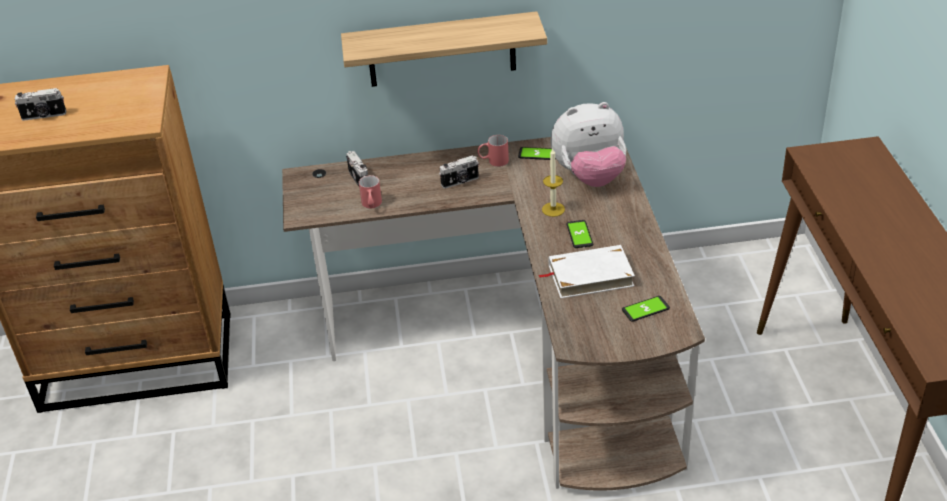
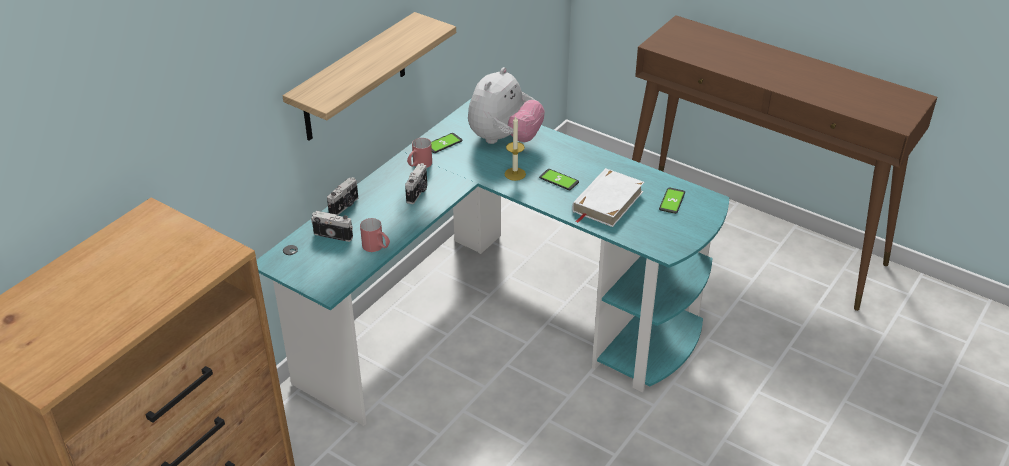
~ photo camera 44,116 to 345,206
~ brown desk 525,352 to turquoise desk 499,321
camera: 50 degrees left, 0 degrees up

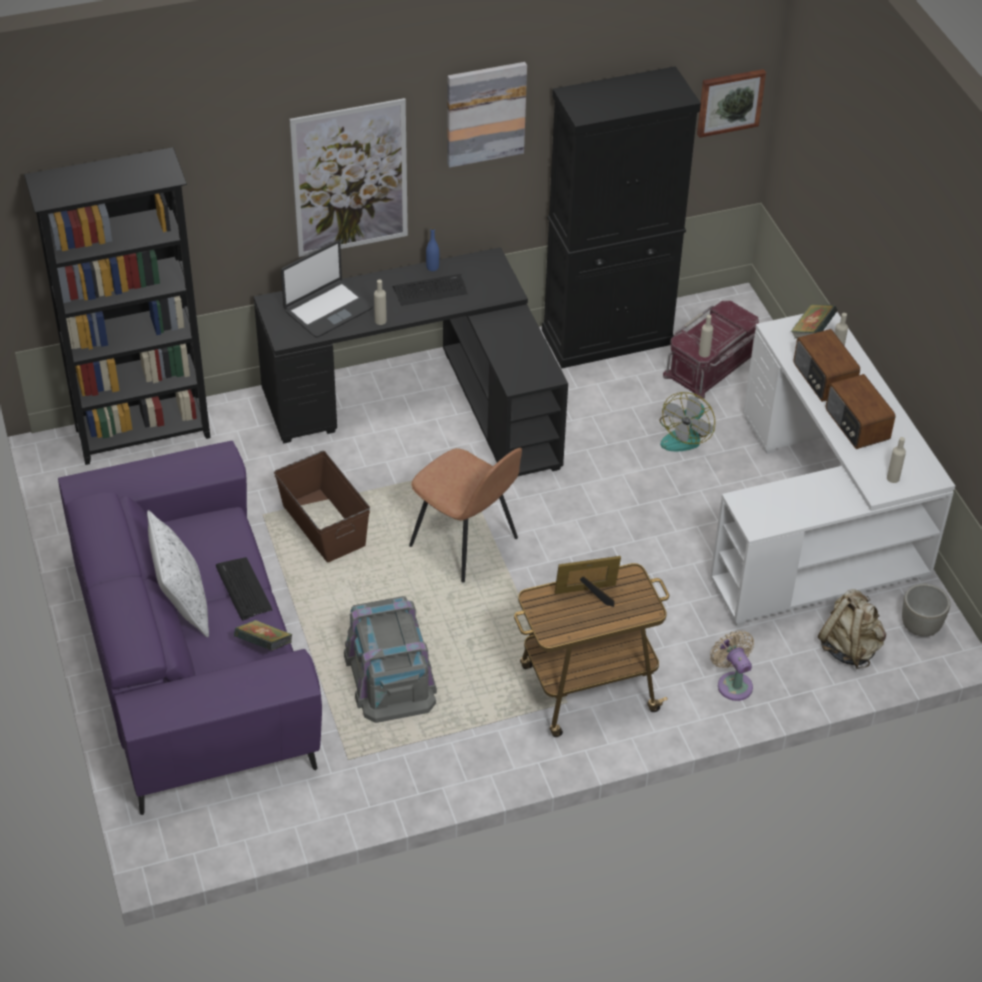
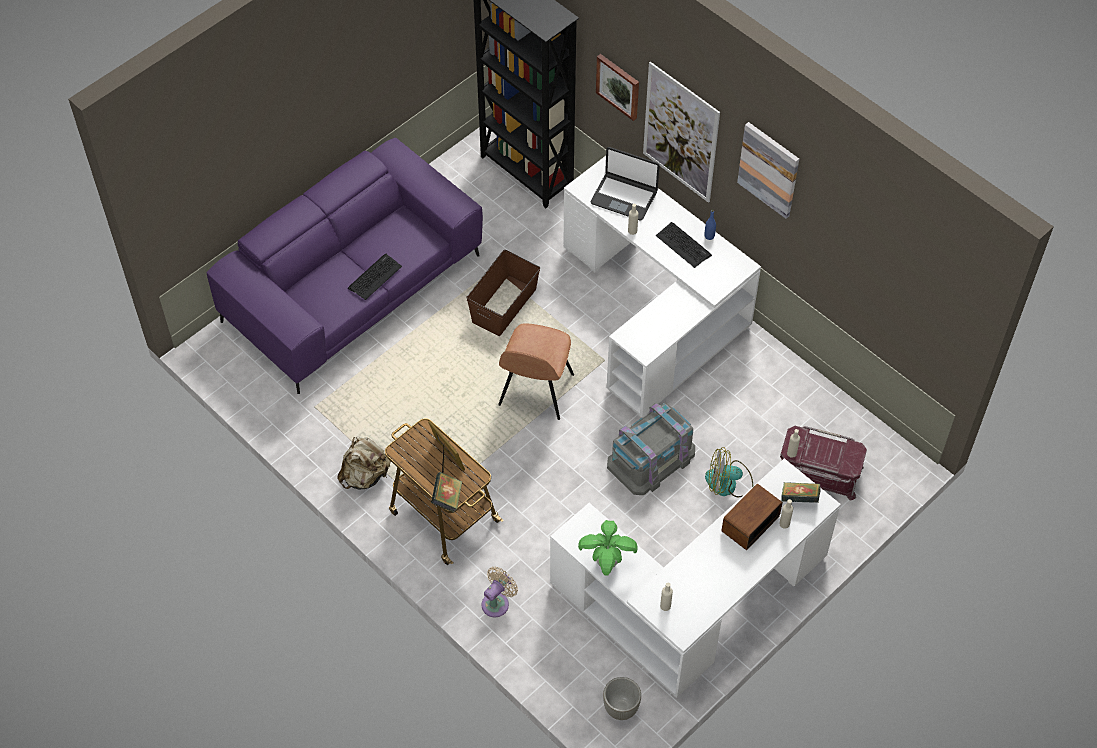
- black cabinet 608,337
~ picture 730,101 to 618,86
~ black desk 425,404 to white desk 656,311
- radio 856,425
- white pillow 182,604
~ beige backpack 849,648 to 365,476
~ grey storage box 389,675 to 650,457
~ book 264,645 to 447,498
+ potted plant 607,562
camera: 65 degrees right, 10 degrees up

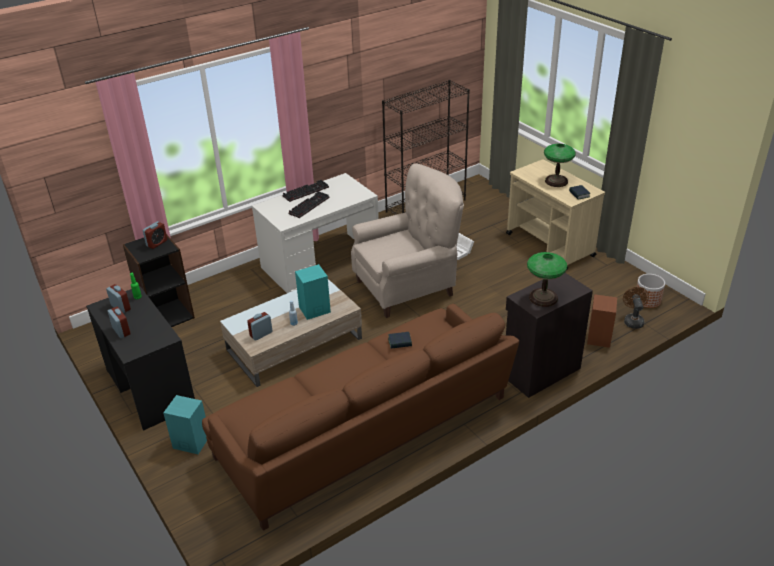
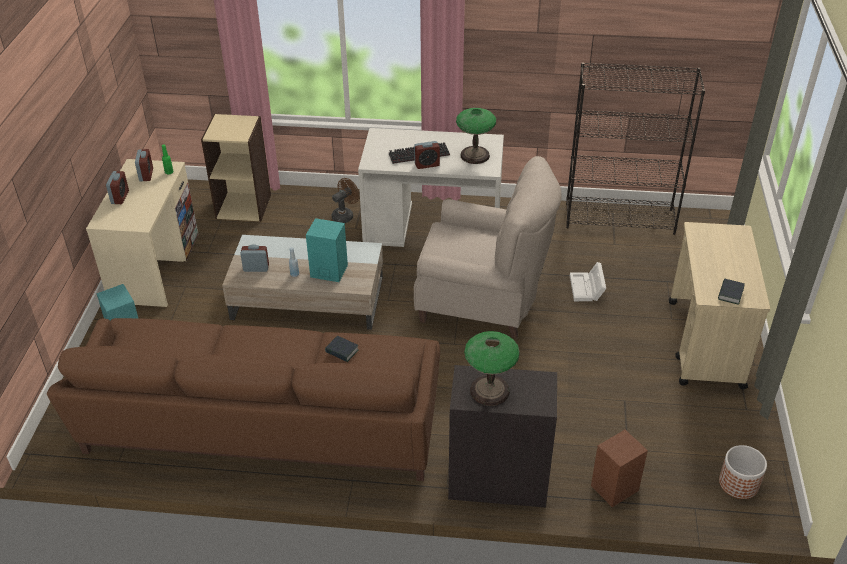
~ table lamp 556,181 to 475,155
- keyboard 306,191
~ alarm clock 157,243 to 427,164
~ black bookcase 167,315 to beige bookcase 244,206
~ black desk 150,388 to beige desk 155,267
~ brown fan 633,320 to 345,215
camera: 40 degrees right, 5 degrees up

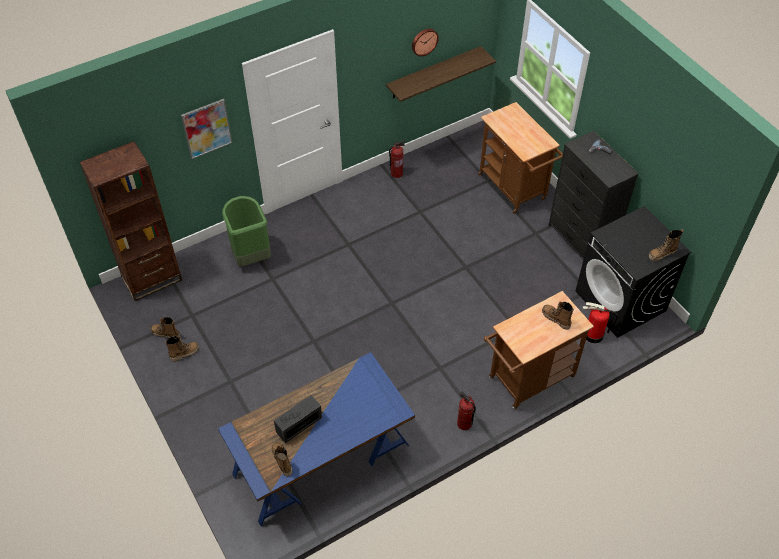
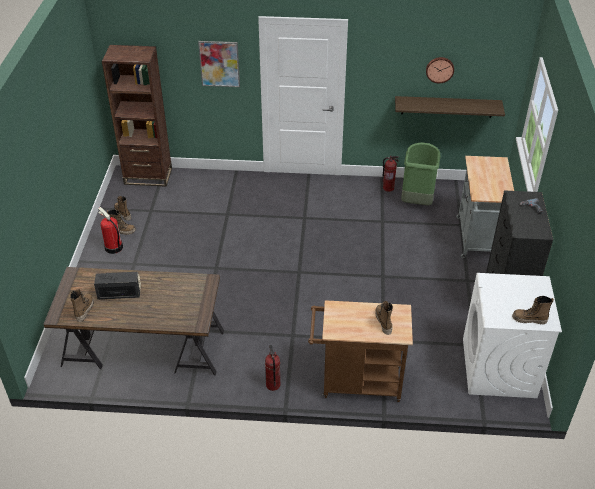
~ brown cart 515,190 to grey cart 479,241
~ green trash can 250,256 to 416,201
~ black washing machine 621,301 to white washing machine 499,368
~ fire extinguisher 593,335 to 113,247
~ blue desk 321,460 to brown desk 143,348
camera: 35 degrees right, 10 degrees down

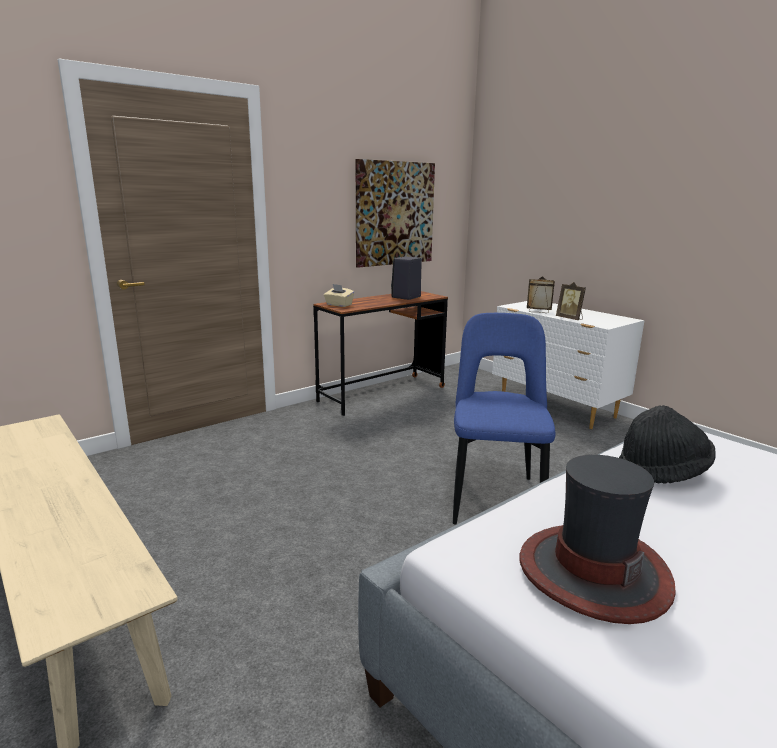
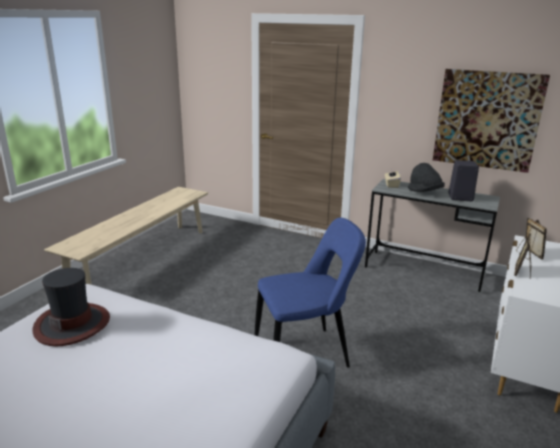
~ brown desk 382,394 to grey desk 423,271
~ black hat 662,472 to 424,192
camera: 65 degrees right, 5 degrees up

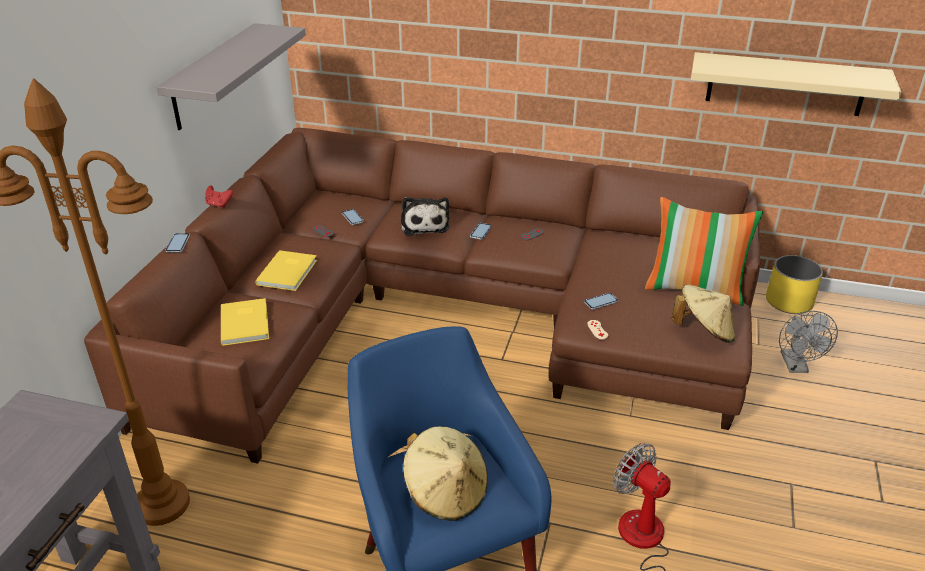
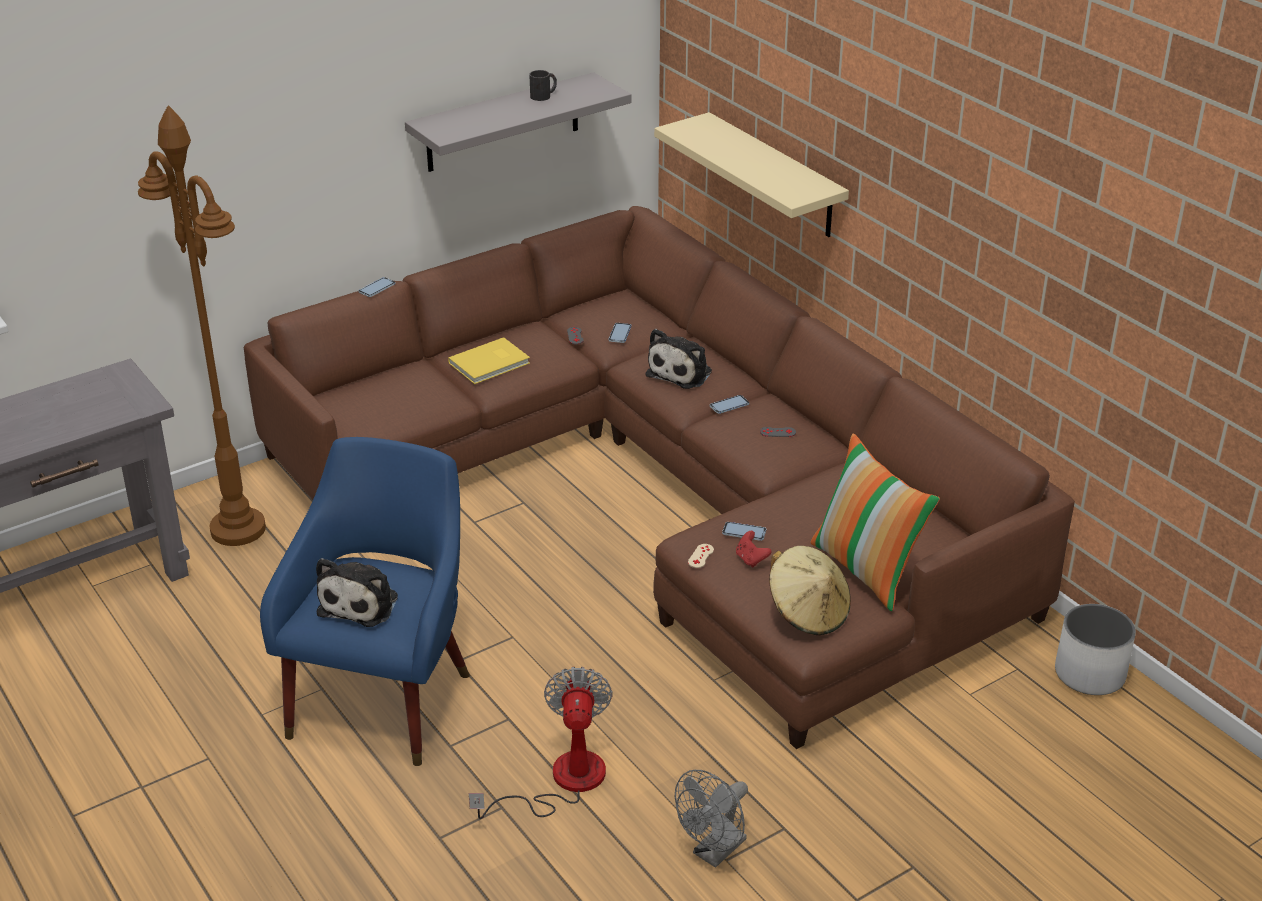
~ beige shelf 785,84 to 774,176
~ red game controller 219,204 to 751,559
~ yellow planter 789,302 to white planter 1090,674
- yellow book 246,323
~ grey fan 796,366 to 714,852
~ beige hat 446,492 to plush toy 361,602
+ black mug 544,95
camera: 40 degrees right, 0 degrees up

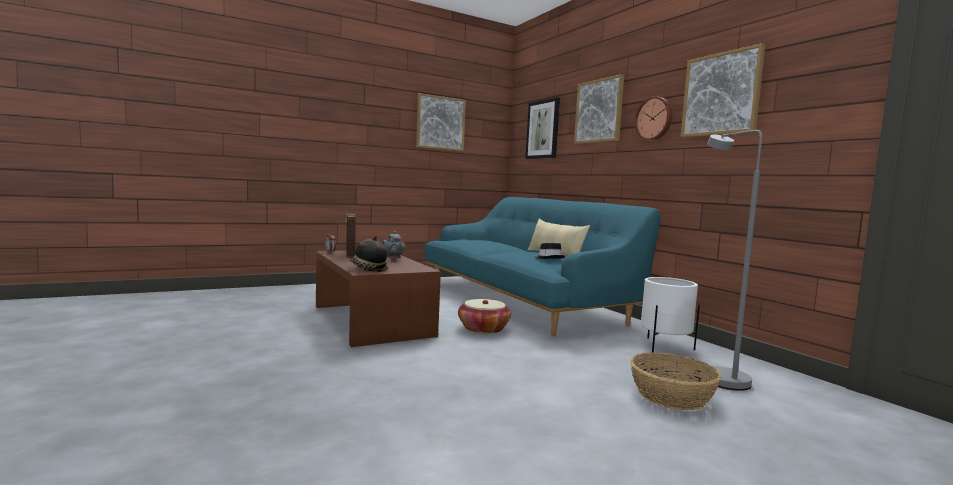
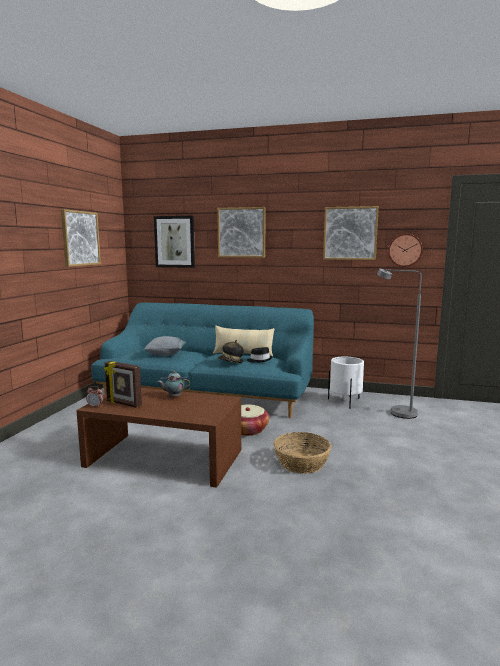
~ wall clock 654,119 to 404,250
~ hat 368,269 to 230,362
~ basket 671,396 to 301,462
+ grey pillow 165,355
camera: 45 degrees left, 5 degrees up

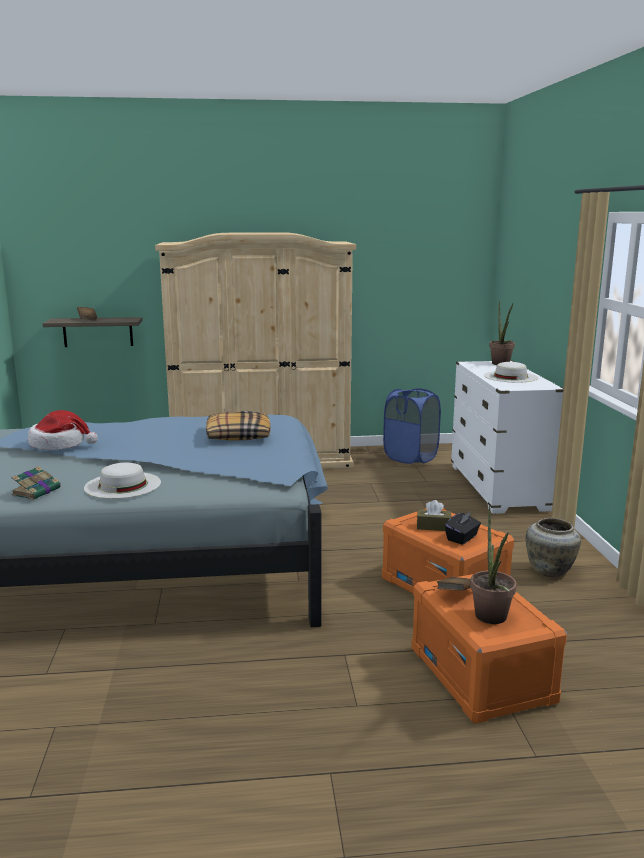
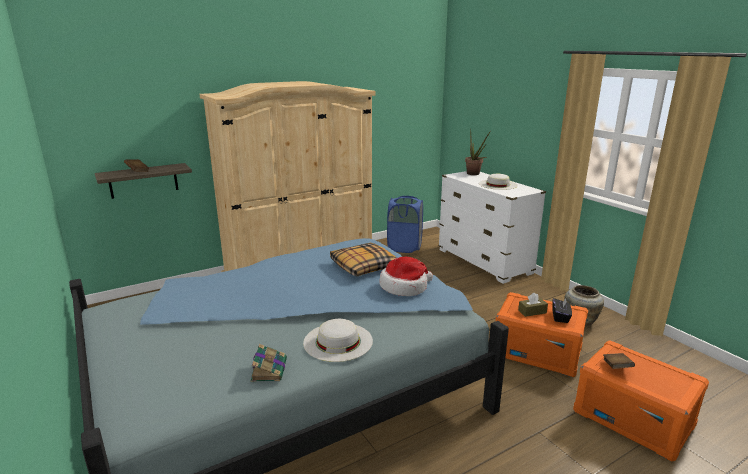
~ hat 59,444 to 404,287
- potted plant 491,620
camera: 25 degrees left, 5 degrees up

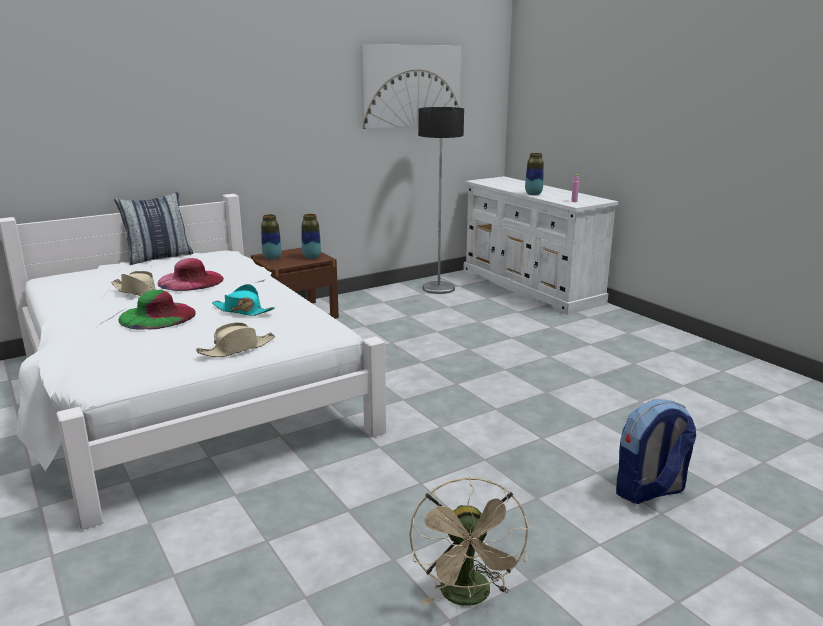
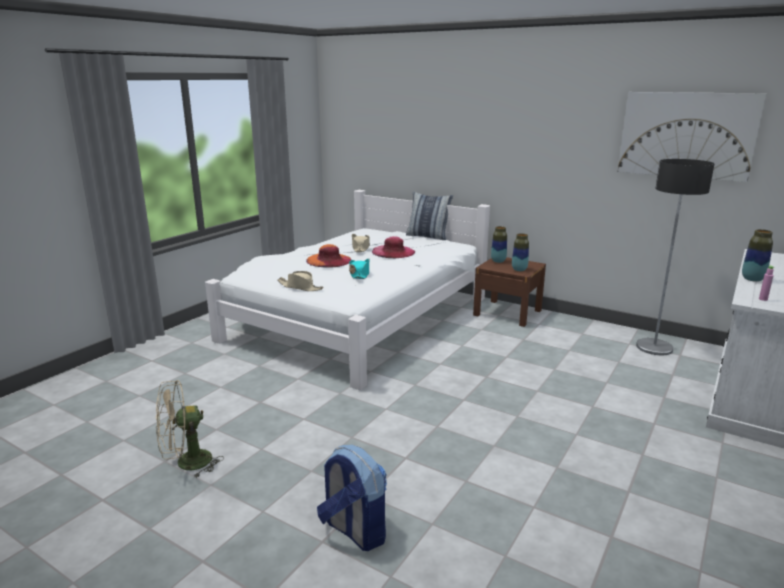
~ green hat 157,316 to orange hat 329,260
camera: 65 degrees right, 0 degrees up

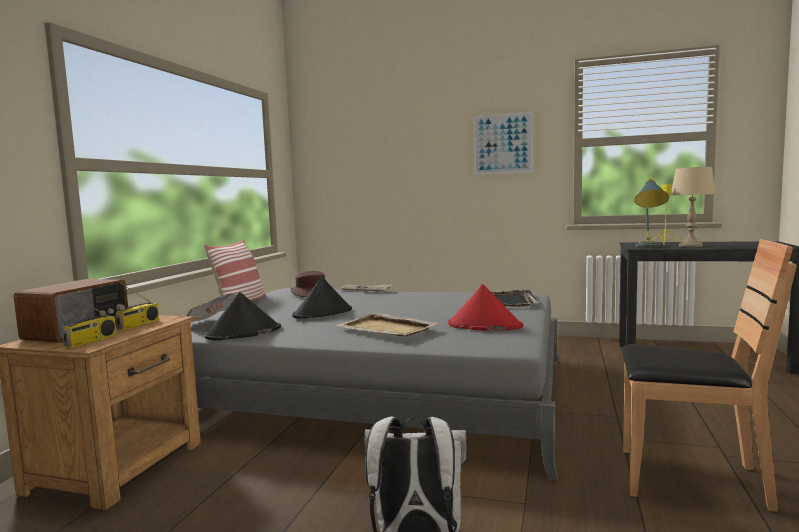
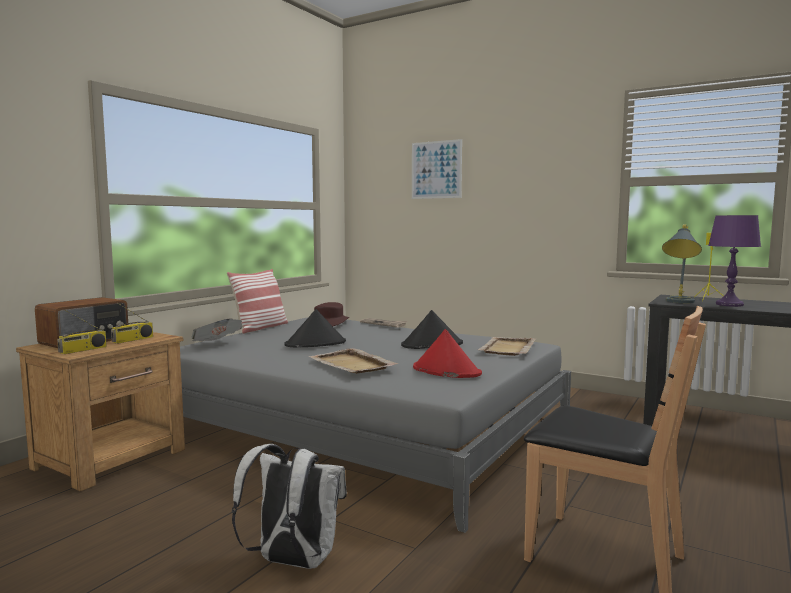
~ picture 502,143 to 436,170
~ beige table lamp 690,246 to purple table lamp 729,304
~ black tray 510,301 to beige tray 507,348
~ black hat 243,333 to 432,345
camera: 15 degrees right, 0 degrees up

